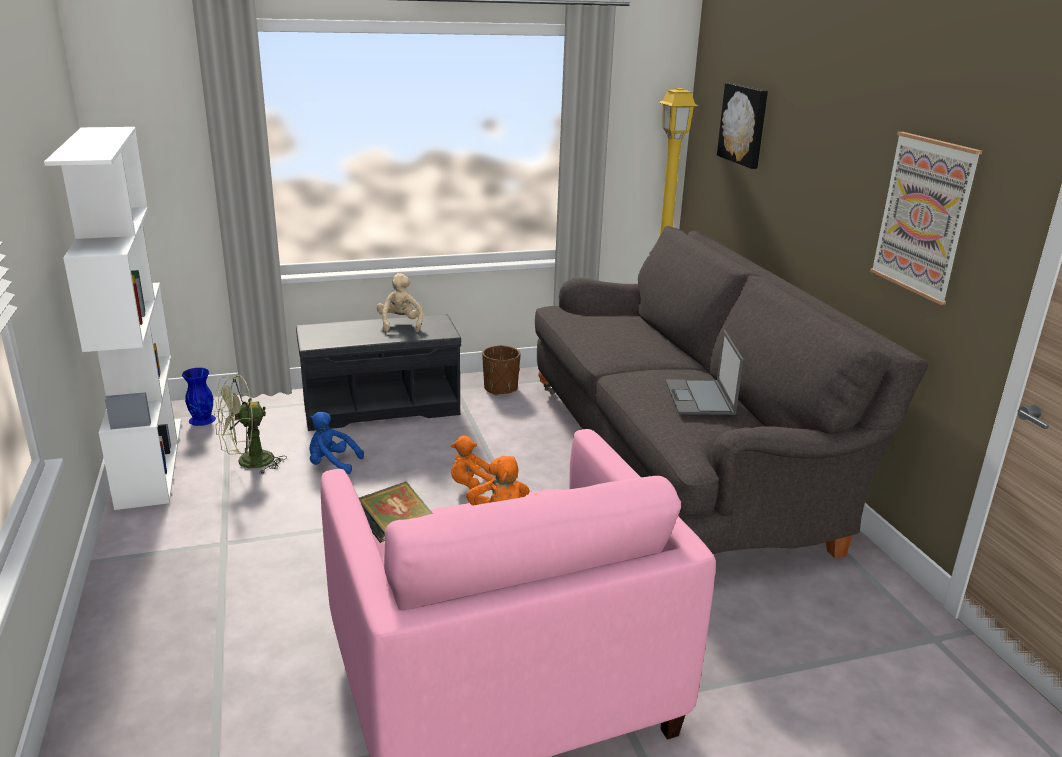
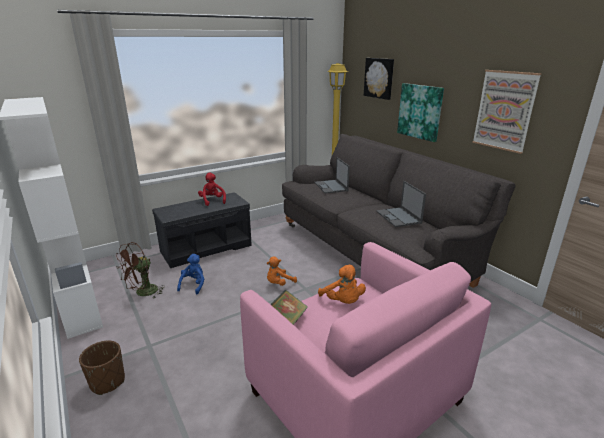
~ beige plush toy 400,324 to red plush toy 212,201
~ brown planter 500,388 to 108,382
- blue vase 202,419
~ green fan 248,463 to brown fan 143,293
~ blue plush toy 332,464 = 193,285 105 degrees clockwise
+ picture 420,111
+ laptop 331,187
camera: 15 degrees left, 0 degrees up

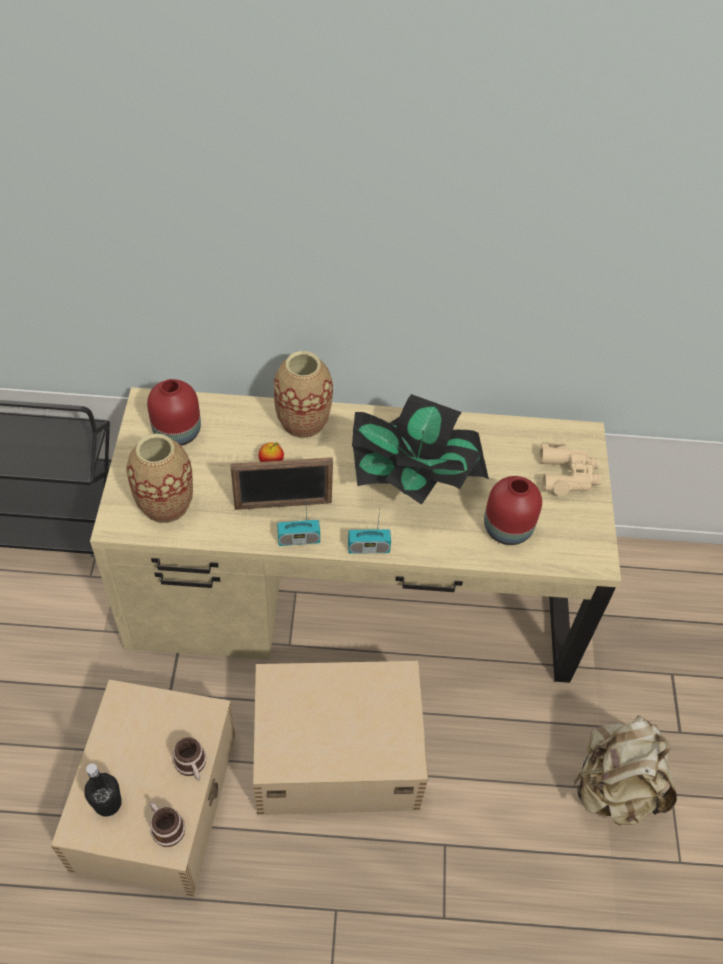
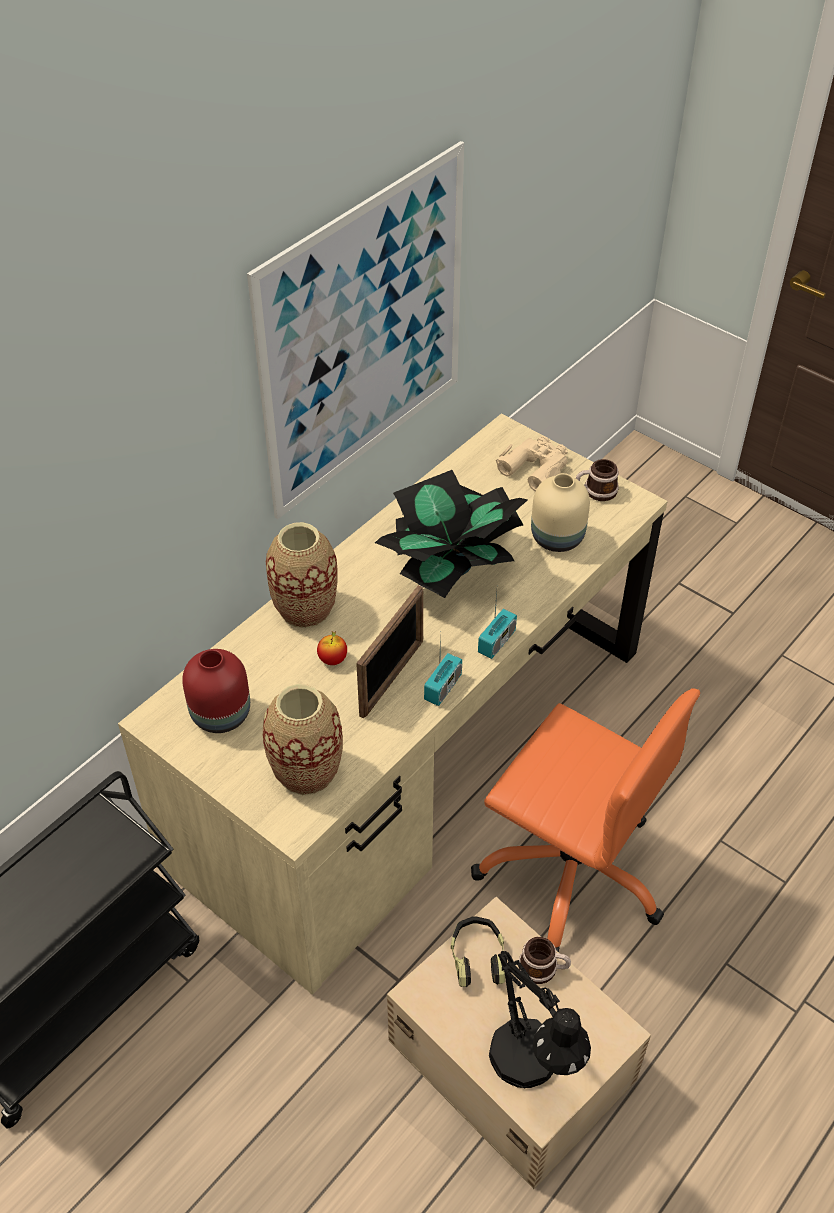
~ red vase 506,527 to beige vase 555,538
~ beige storage box 335,752 to orange office chair 572,871
- beige backpack 614,788
~ black bottle 108,803 to black table lamp 531,1068
~ mug 165,826 to 595,491
+ picture 365,334
+ headphones 477,958
camera: 50 degrees left, 5 degrees down

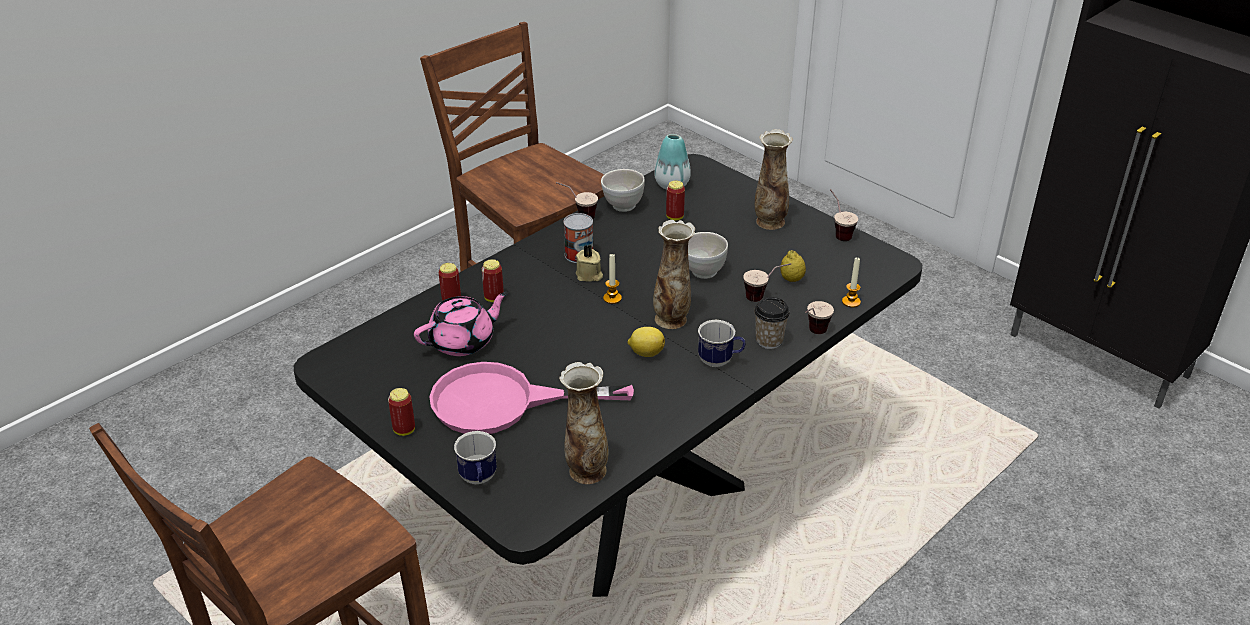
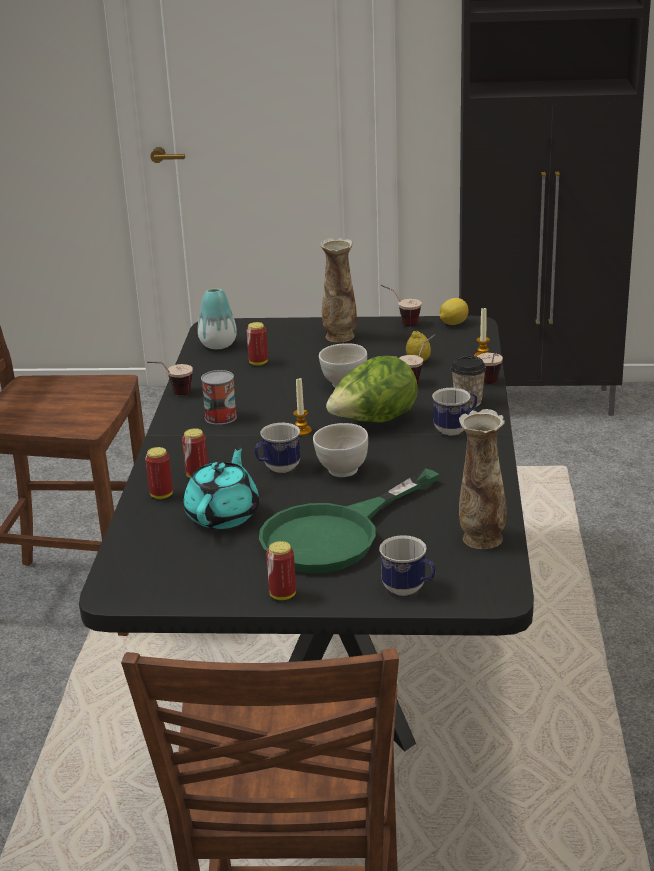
~ white bowl 622,206 to 342,471
~ vase 672,319 to lettuce 373,422
- beige candle 589,275
~ pink teapot 463,341 to turquoise teapot 223,514
~ lemon 646,353 to 453,323
~ pink frying pan 503,402 to green frying pan 335,534
+ mug 277,469
camera: 40 degrees left, 10 degrees down

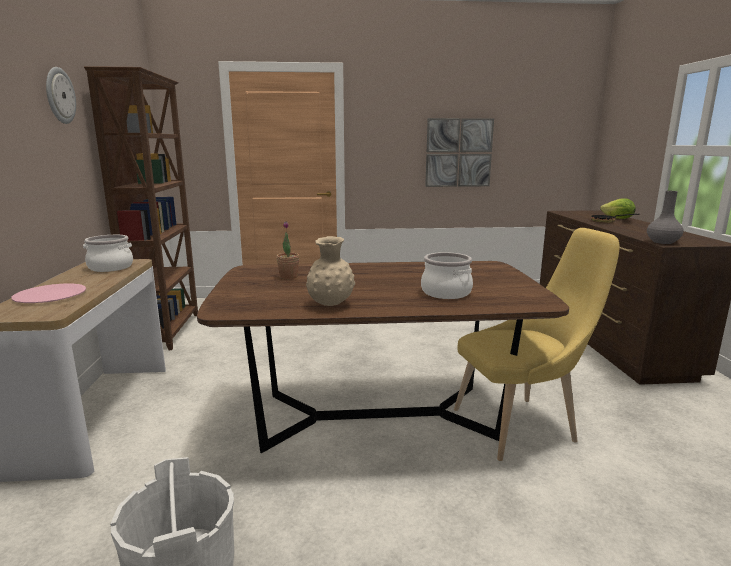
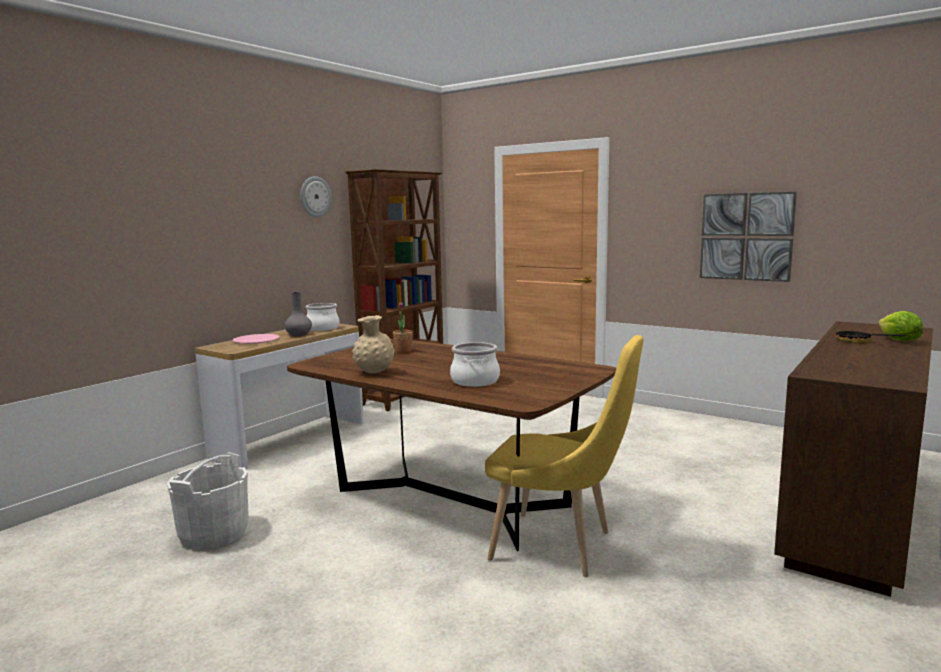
~ grey vase 662,242 to 298,334
camera: 40 degrees right, 5 degrees down

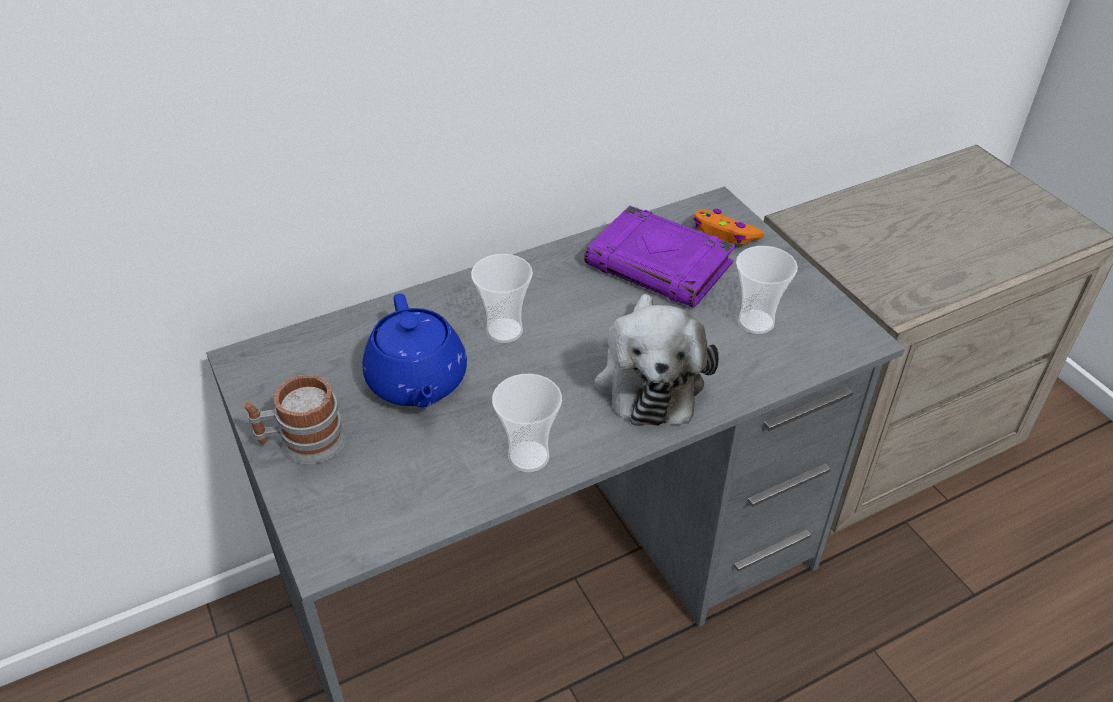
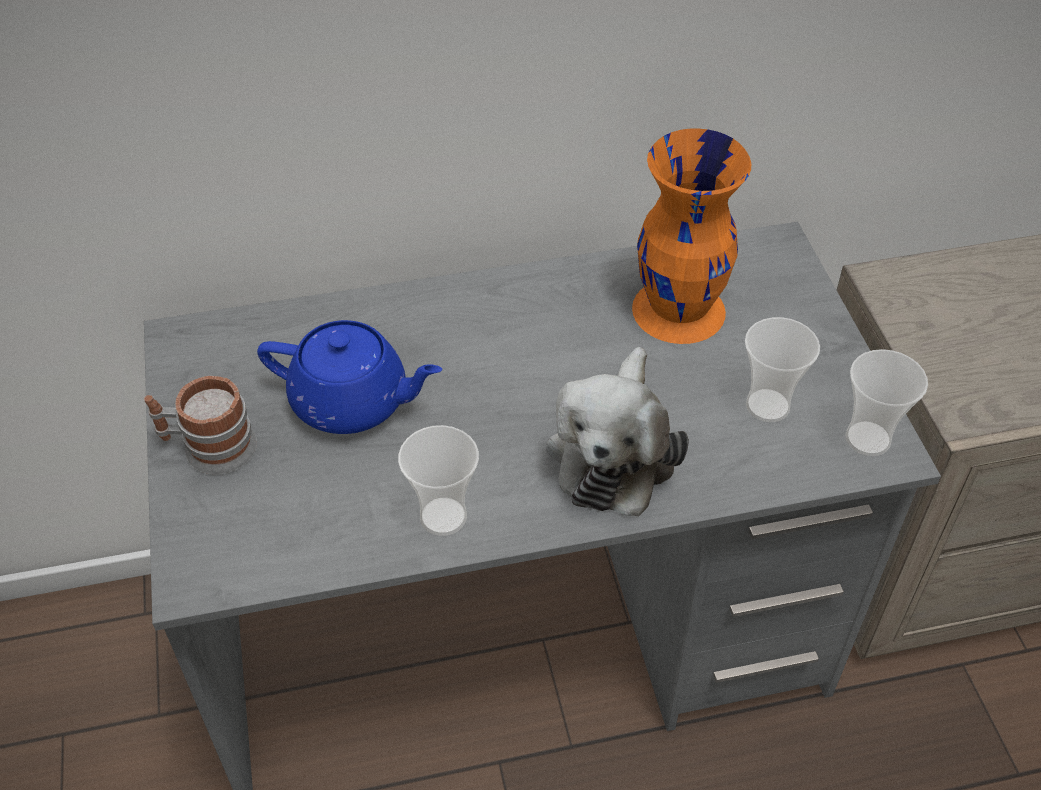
~ purple book 660,265 to orange vase 680,310
- orange game controller 724,234
~ cup 504,330 to 868,439
~ blue teapot 417,382 = 353,402 75 degrees counterclockwise
camera: 15 degrees right, 5 degrees up

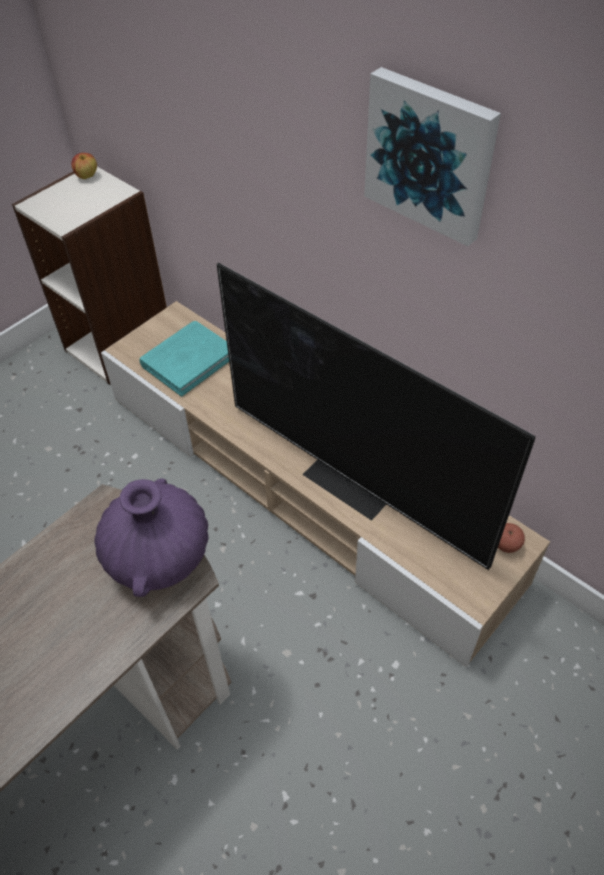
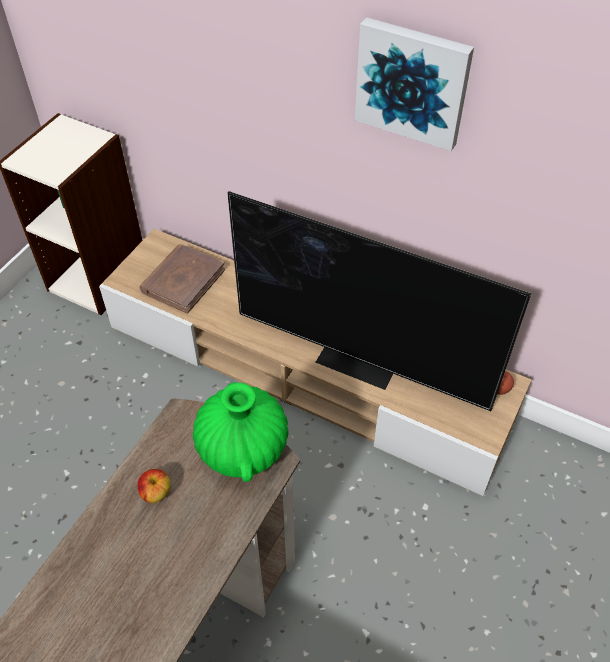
~ apple 87,176 to 156,493
~ turquoise book 188,360 to brown book 183,280
~ purple vase 159,555 to green vase 243,447
camera: 15 degrees left, 0 degrees up

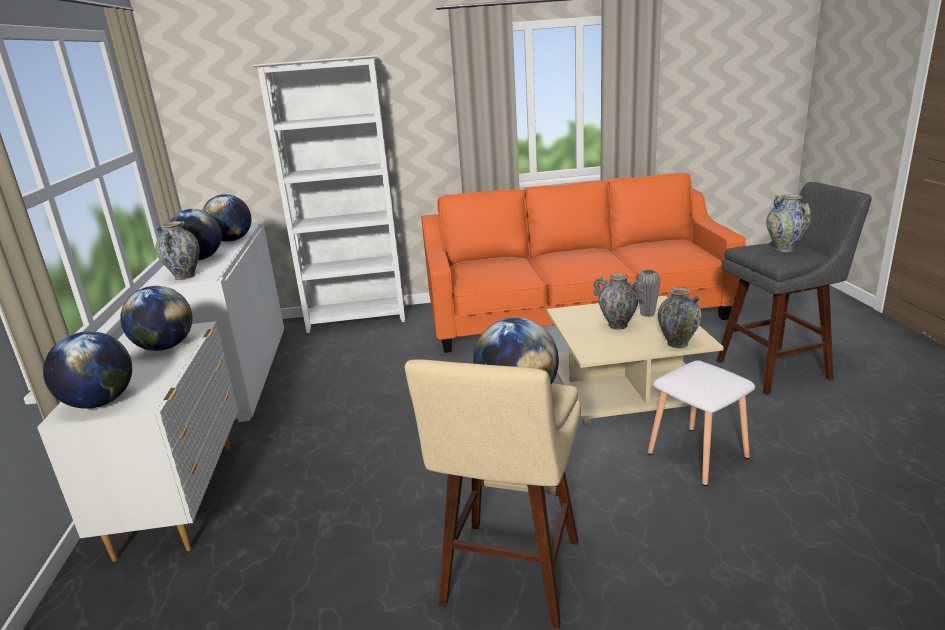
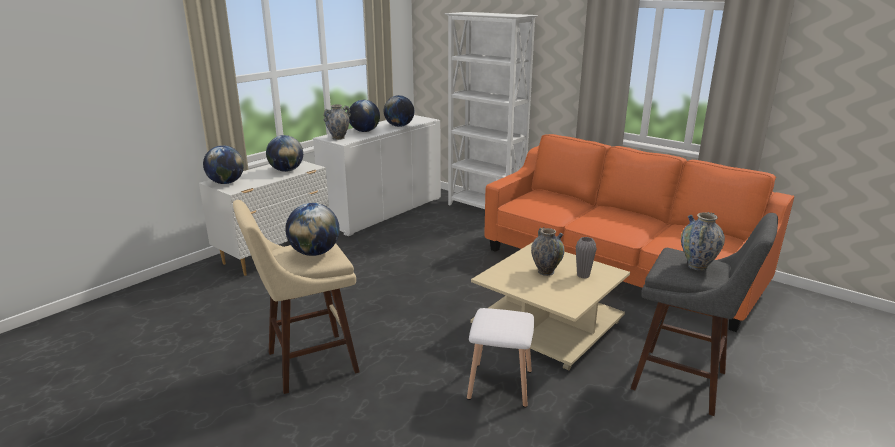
- vase 677,343
camera: 45 degrees right, 0 degrees up

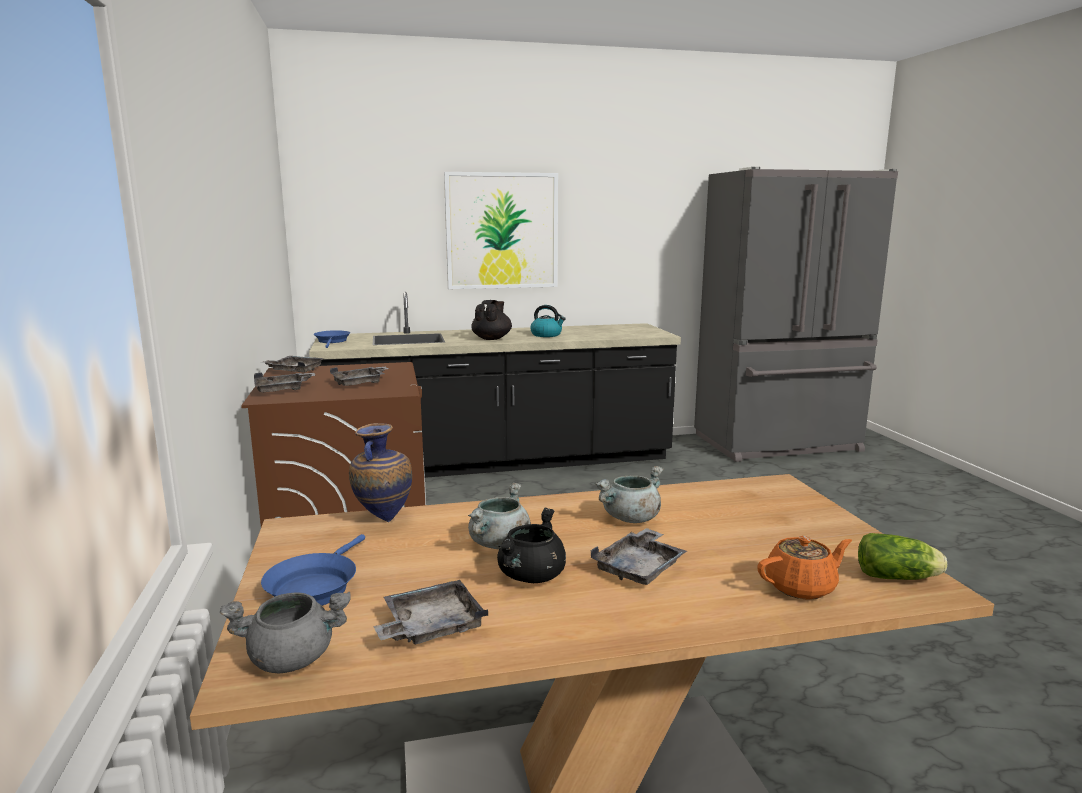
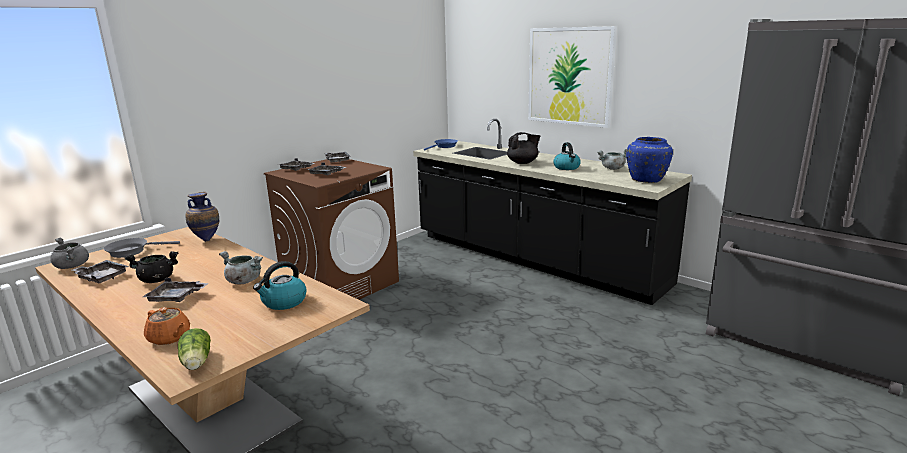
~ grey cooking pot 500,544 to 612,169
~ blue frying pan 315,586 to grey frying pan 131,251
+ blue vase 647,180
+ kettle 283,302
camera: 55 degrees right, 5 degrees up

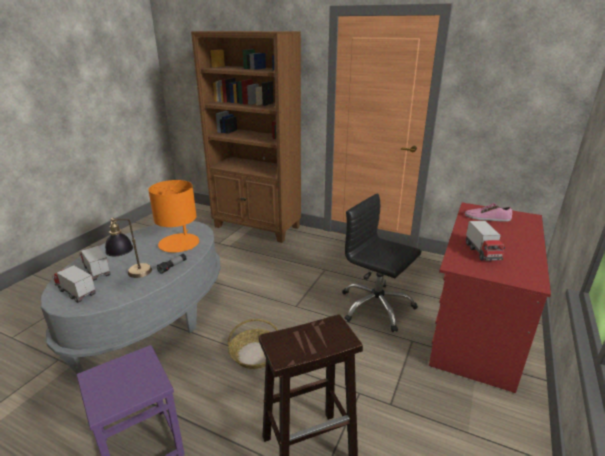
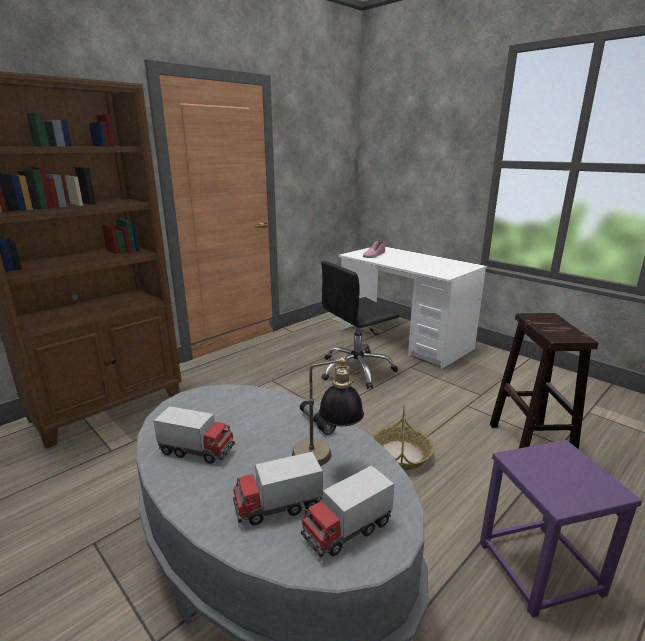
- orange table lamp 179,243
~ red desk 477,327 to white desk 404,339
~ toy truck 482,252 to 197,451
camera: 70 degrees left, 5 degrees down

